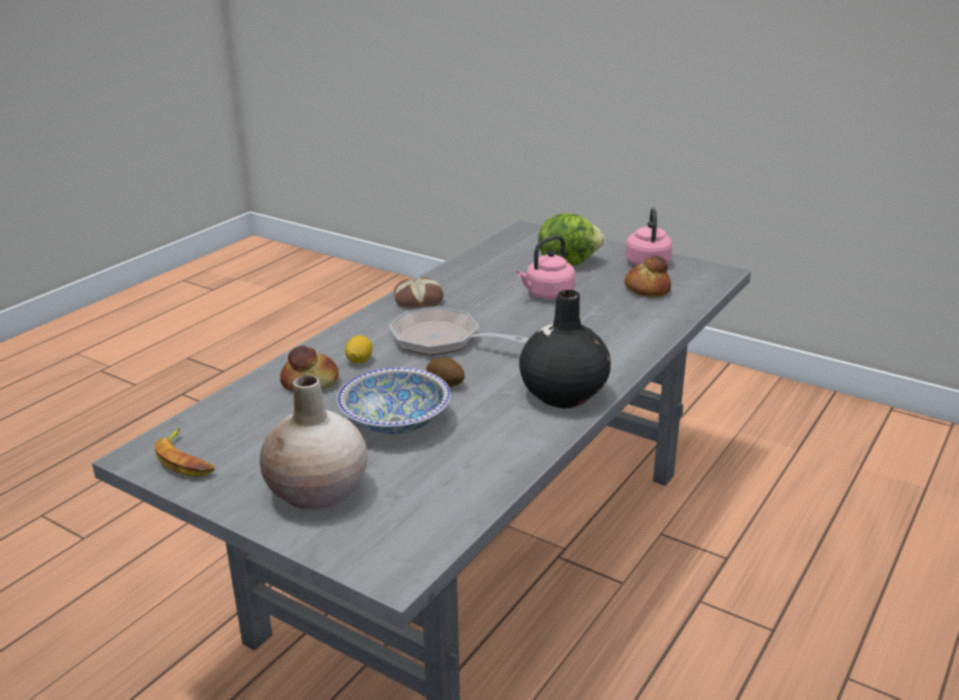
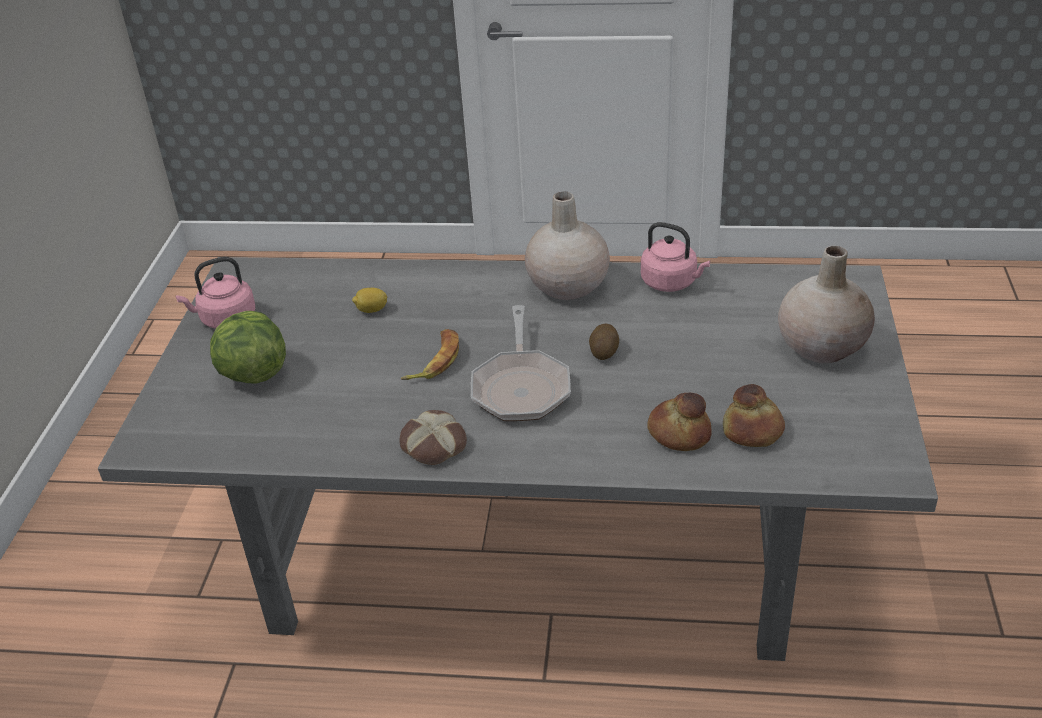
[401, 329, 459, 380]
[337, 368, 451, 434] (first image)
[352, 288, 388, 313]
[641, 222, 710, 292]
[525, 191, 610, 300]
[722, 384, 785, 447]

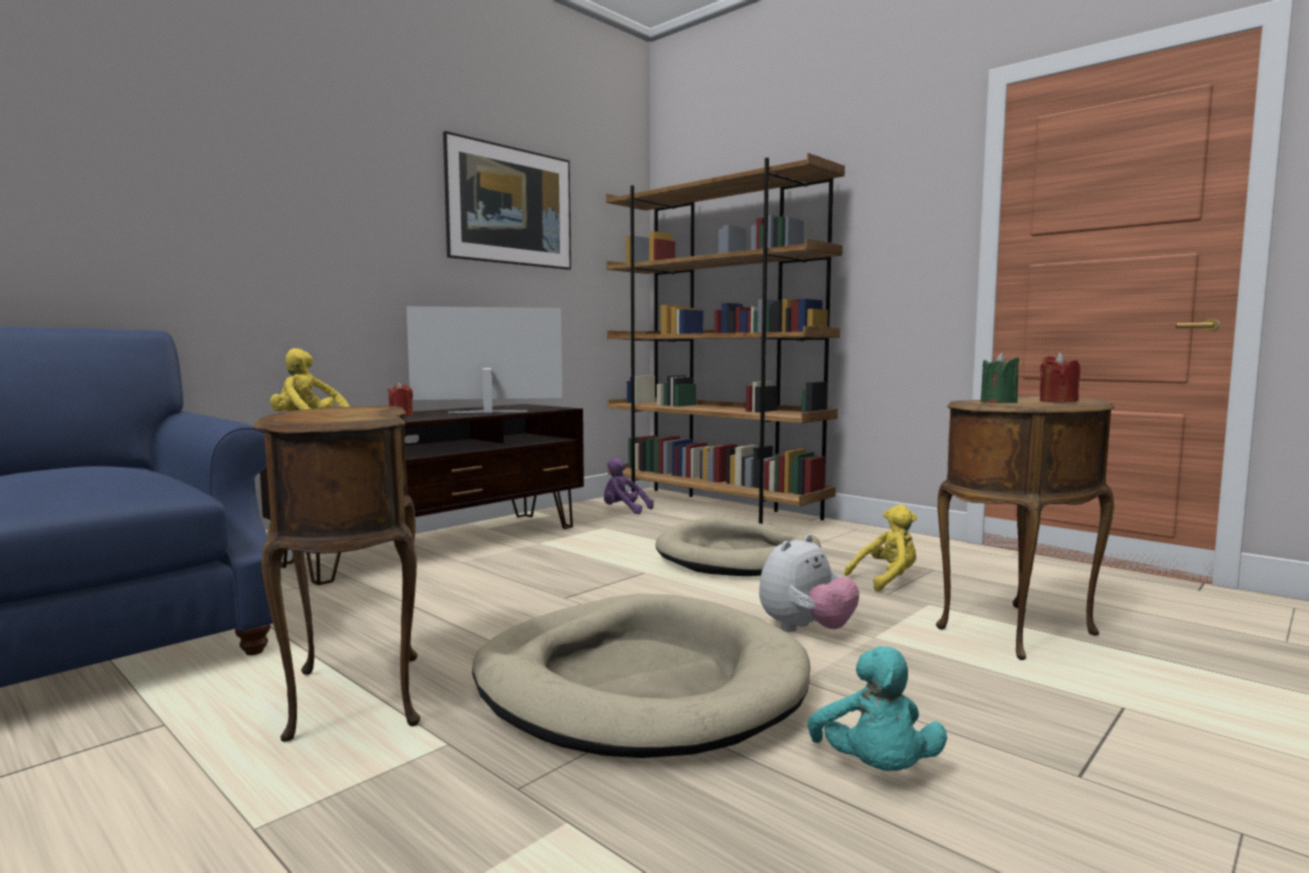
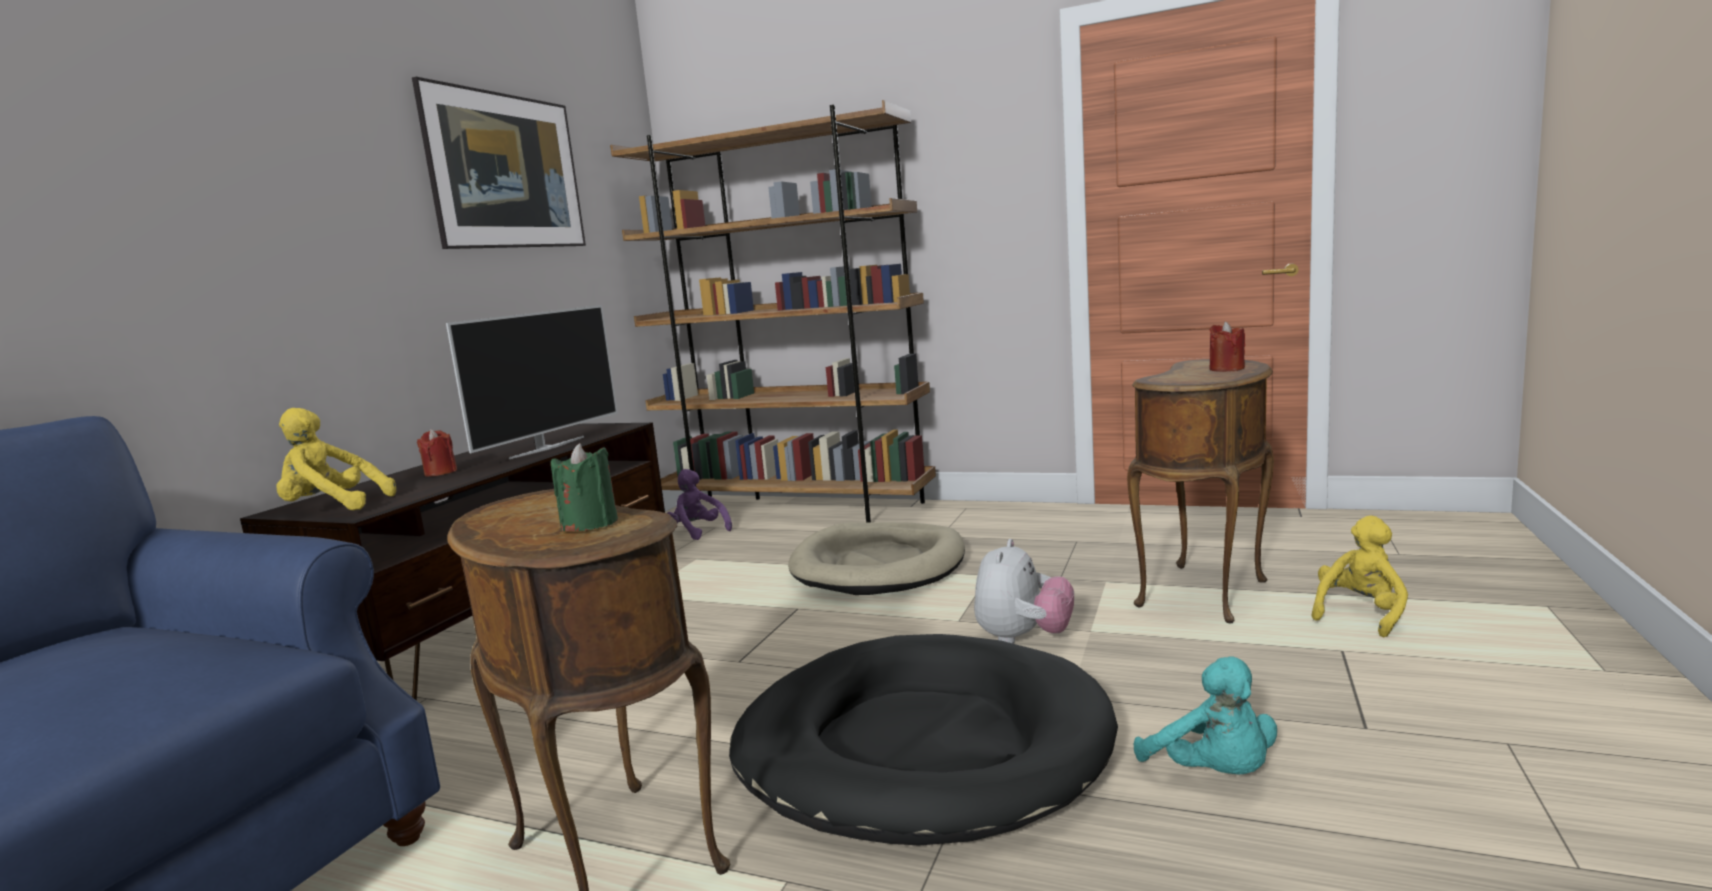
[446, 305, 617, 459]
[729, 634, 1118, 845]
[667, 469, 732, 540]
[1312, 515, 1408, 637]
[551, 443, 618, 531]

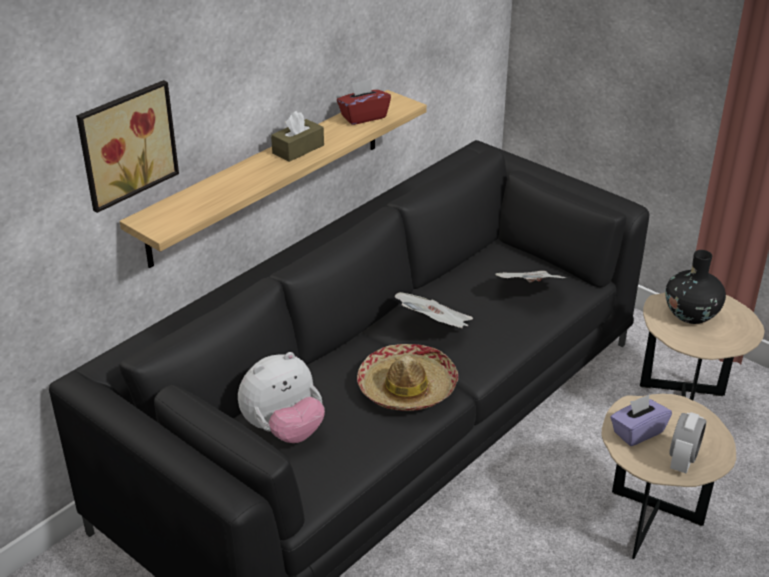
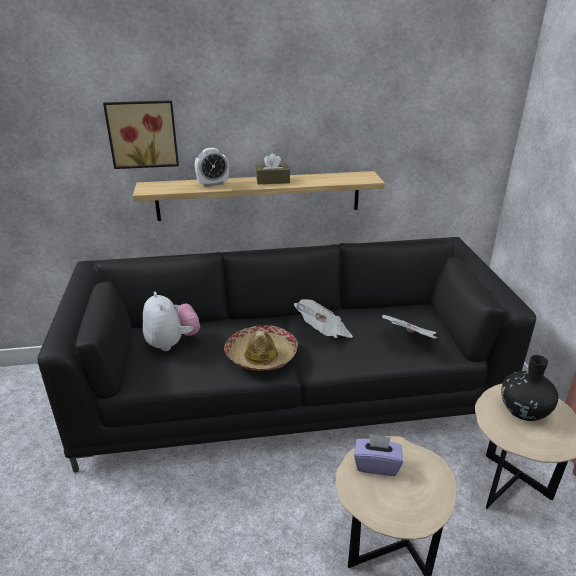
[143, 292, 200, 351]
[337, 79, 391, 125] (first image)
[195, 148, 229, 187]

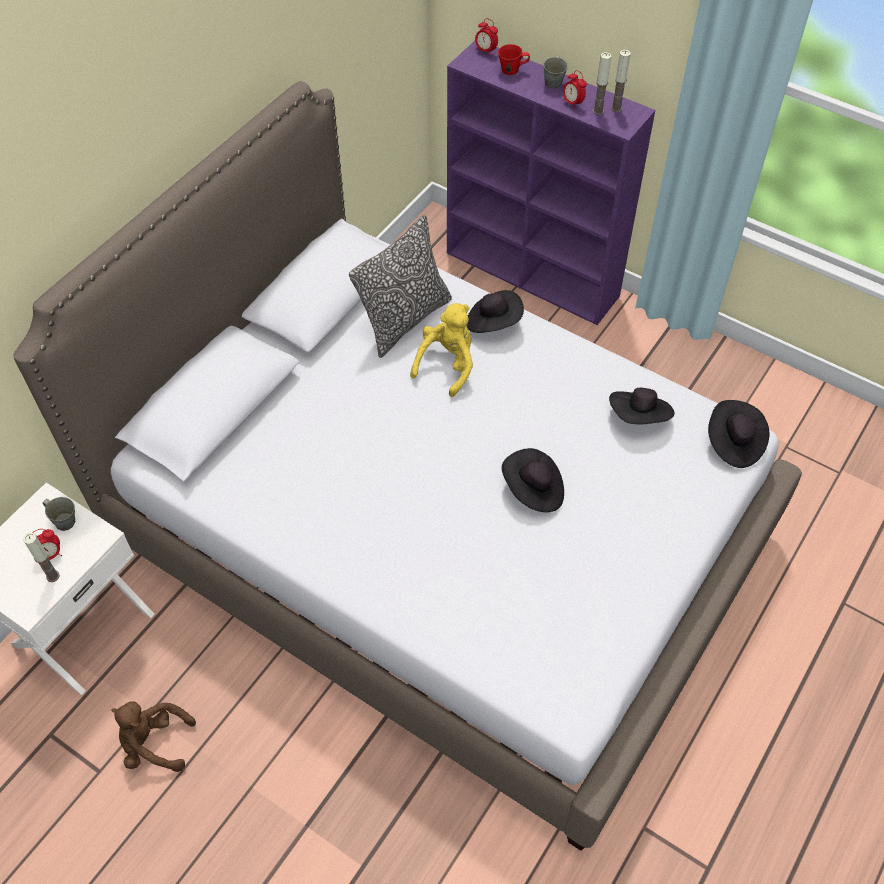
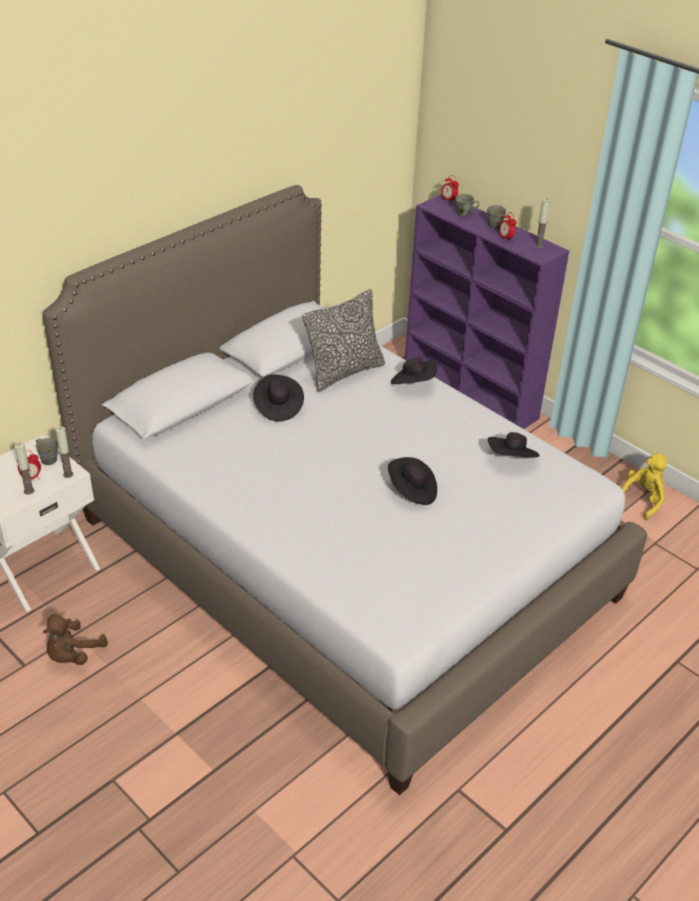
[43, 614, 108, 665]
[622, 453, 667, 520]
[455, 194, 479, 217]
[55, 427, 74, 478]
[253, 374, 304, 422]

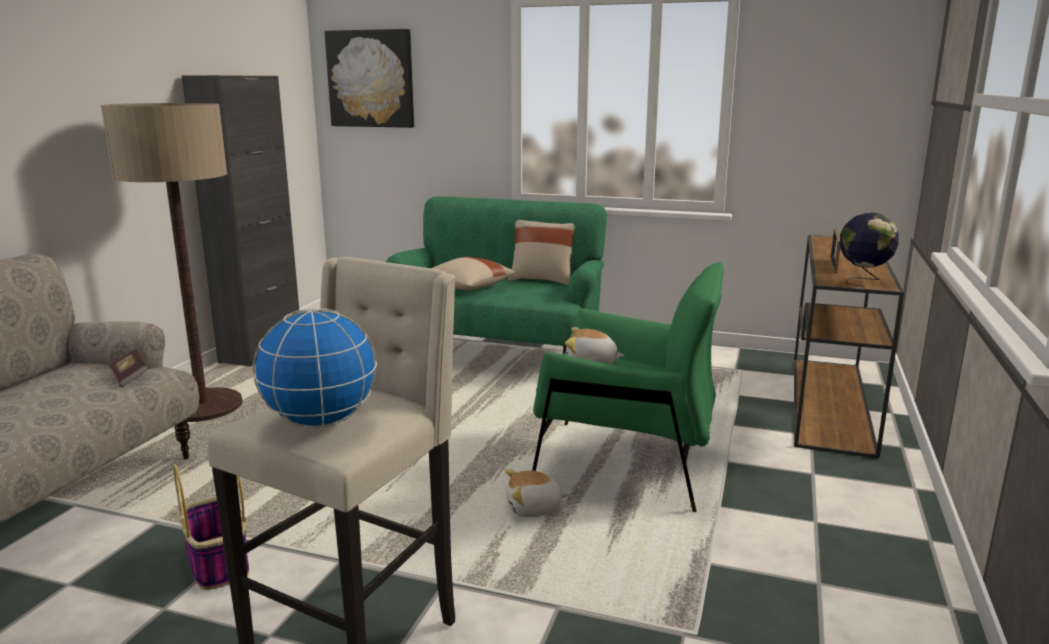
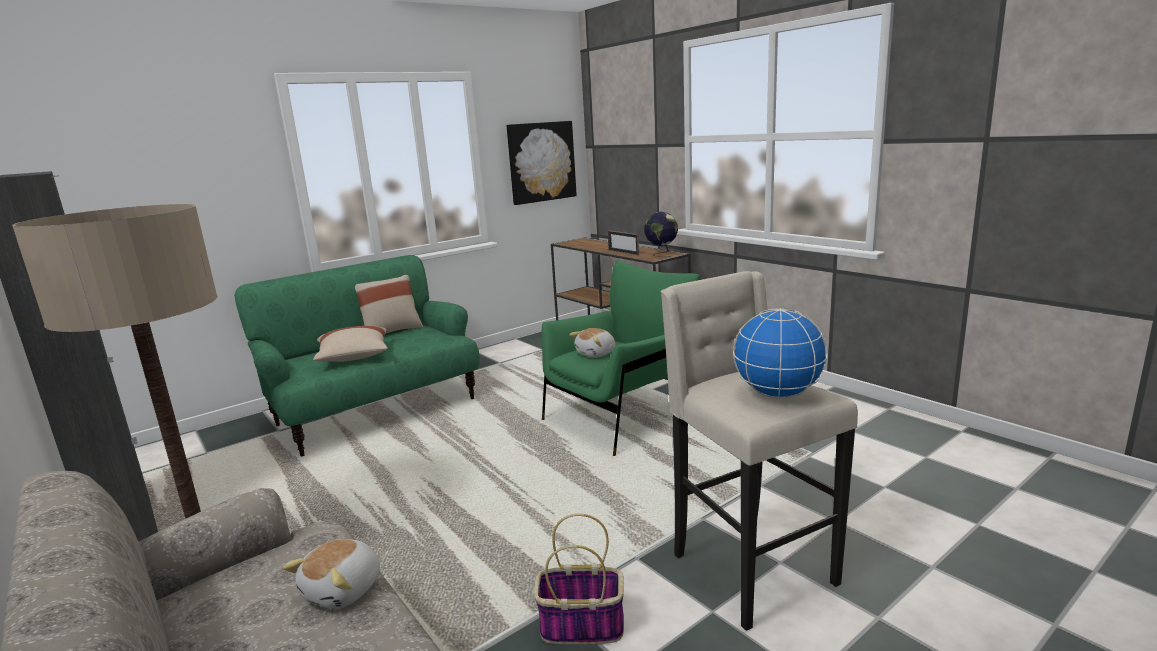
[109, 349, 149, 387] (first image)
[506, 121, 577, 205]
[283, 539, 380, 609]

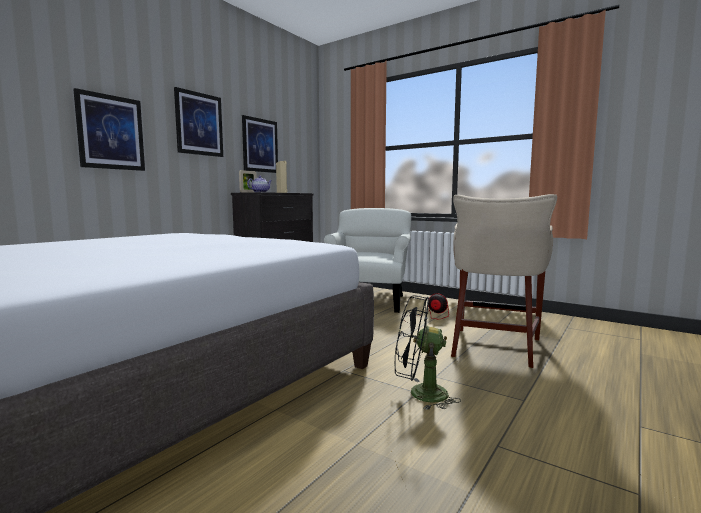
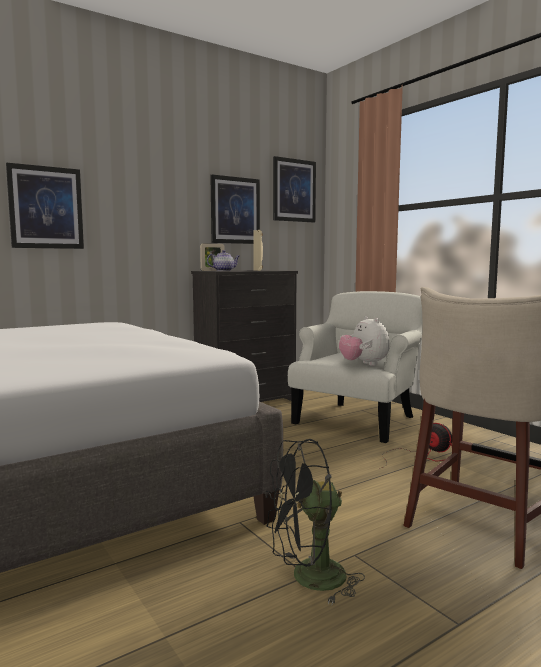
[273, 156, 316, 222]
[265, 439, 365, 604]
[339, 316, 390, 366]

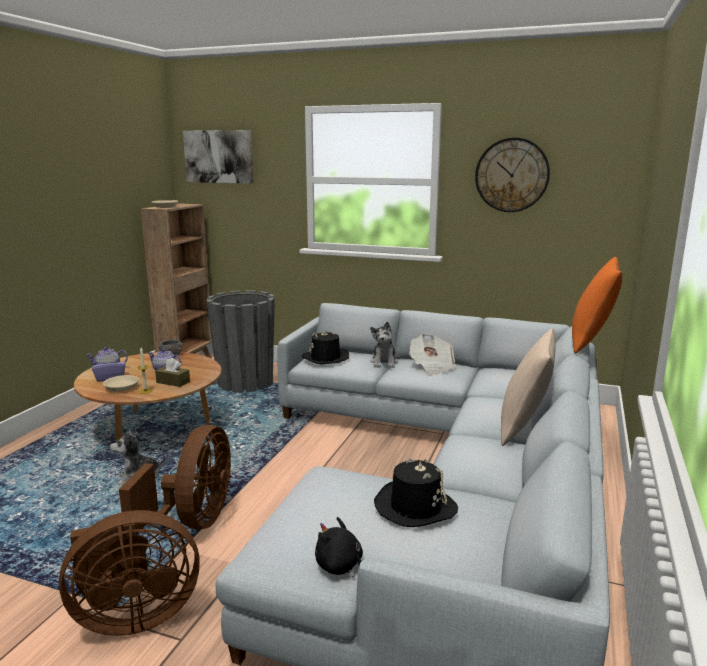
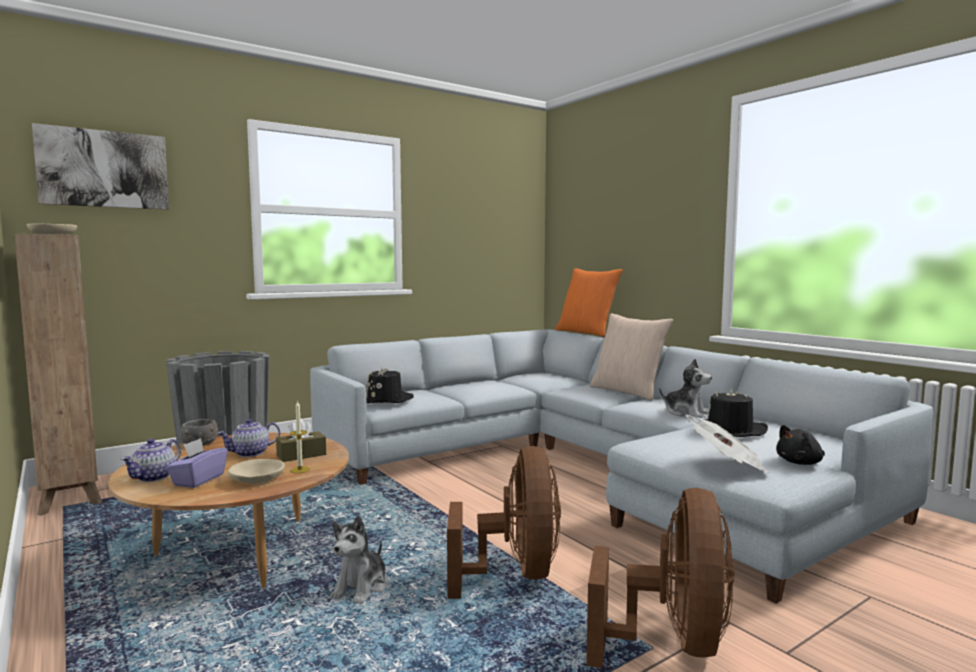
[447, 446, 561, 599]
[659, 359, 712, 418]
[686, 415, 770, 473]
[475, 137, 550, 212] (first image)

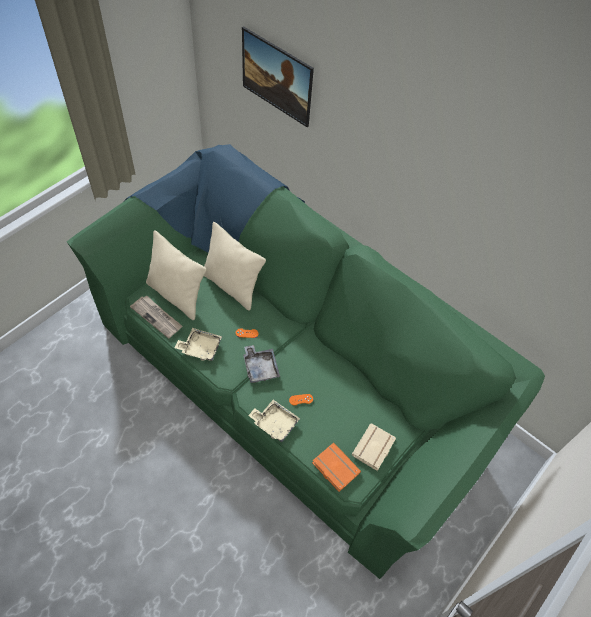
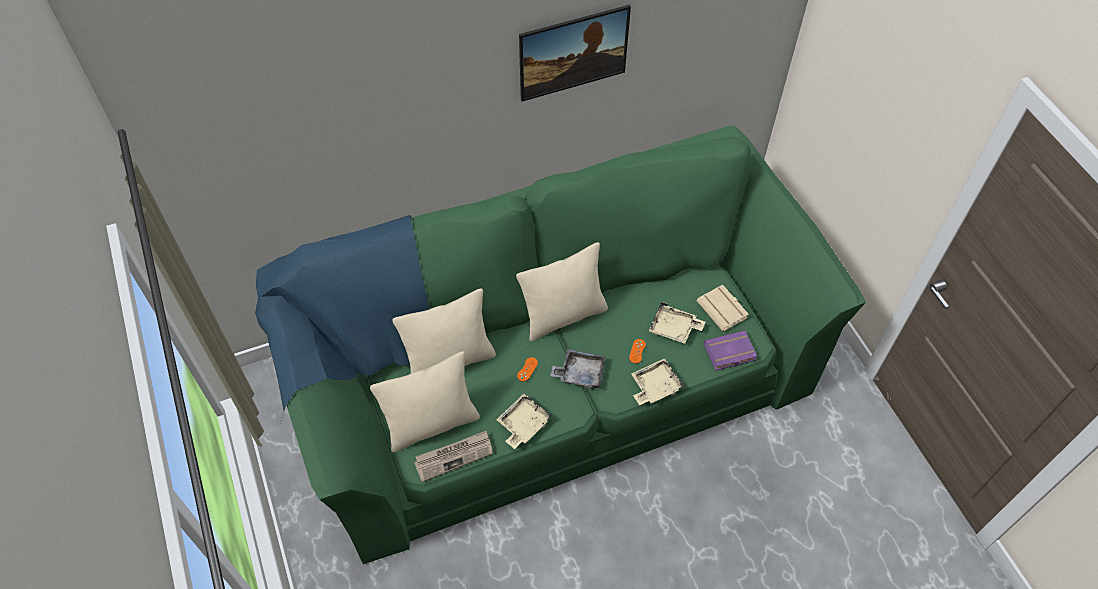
[519, 5, 631, 102]
[704, 331, 757, 371]
[516, 242, 608, 341]
[649, 302, 705, 344]

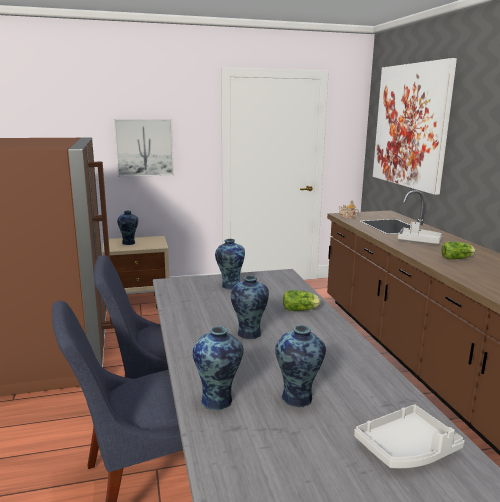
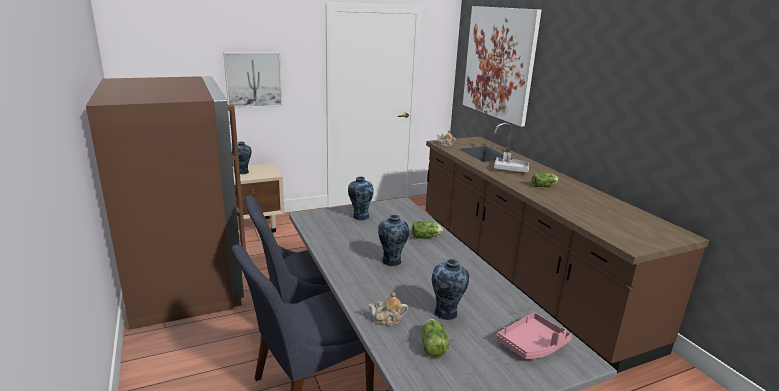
[369, 292, 408, 326]
[496, 312, 572, 359]
[422, 319, 449, 358]

